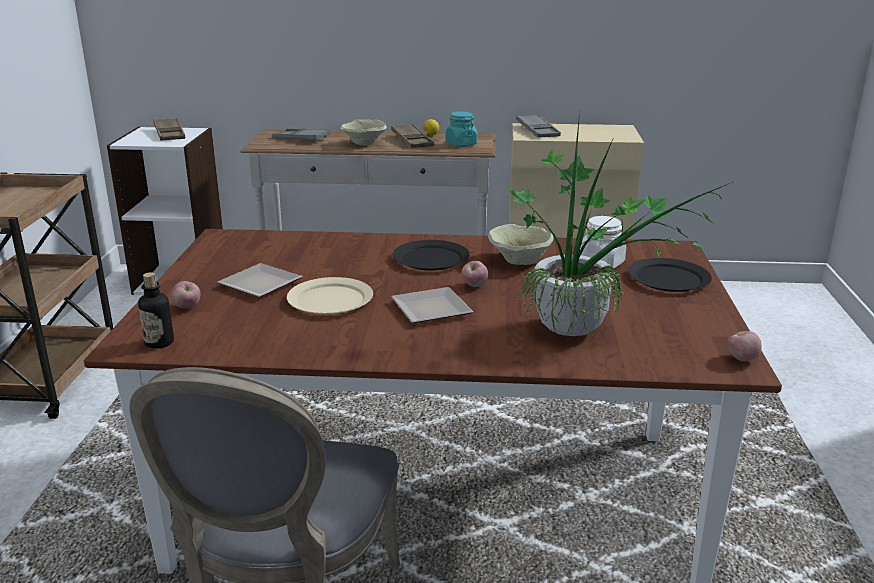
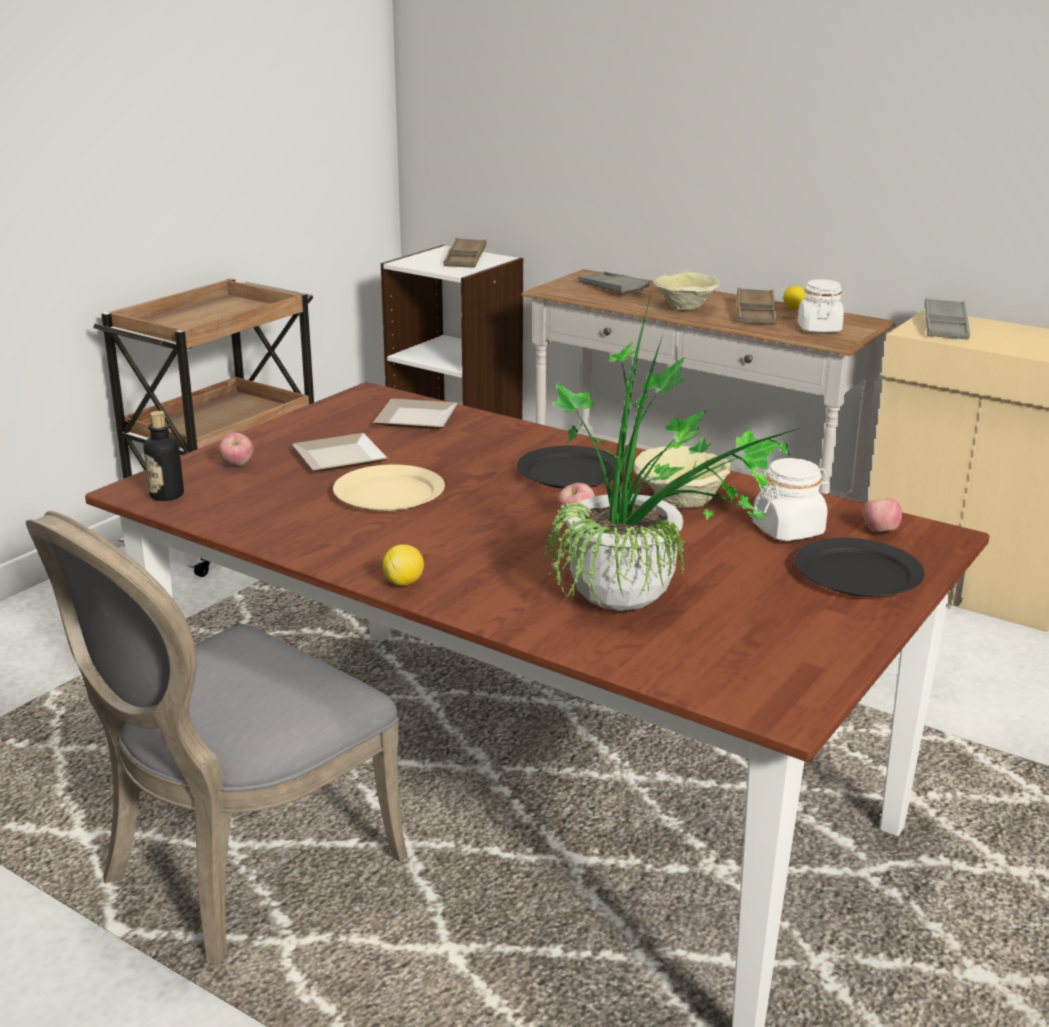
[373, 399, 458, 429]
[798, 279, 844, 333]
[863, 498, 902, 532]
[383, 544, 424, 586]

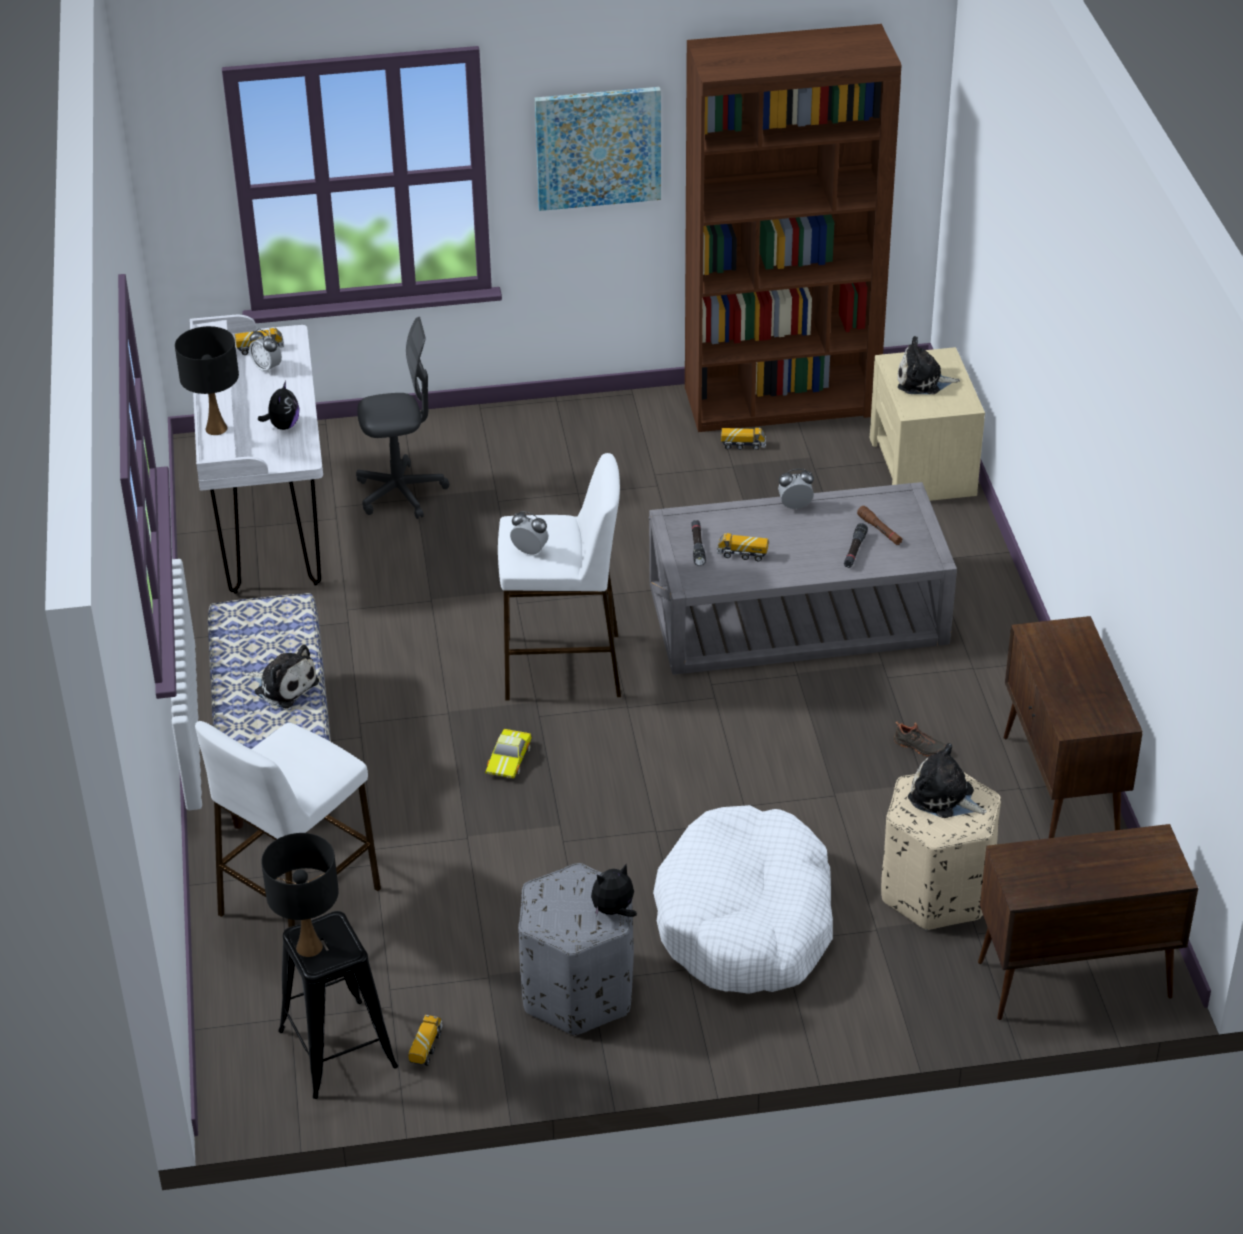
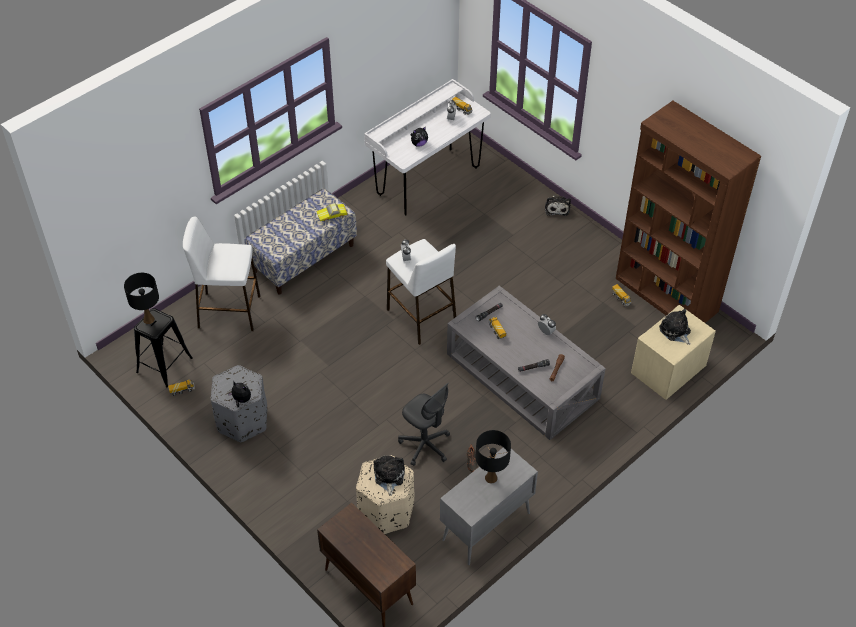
[476, 430, 511, 483]
[545, 195, 571, 216]
[398, 383, 450, 466]
[316, 203, 347, 222]
[535, 87, 661, 211] (first image)
[653, 805, 833, 994] (first image)
[440, 447, 538, 565]

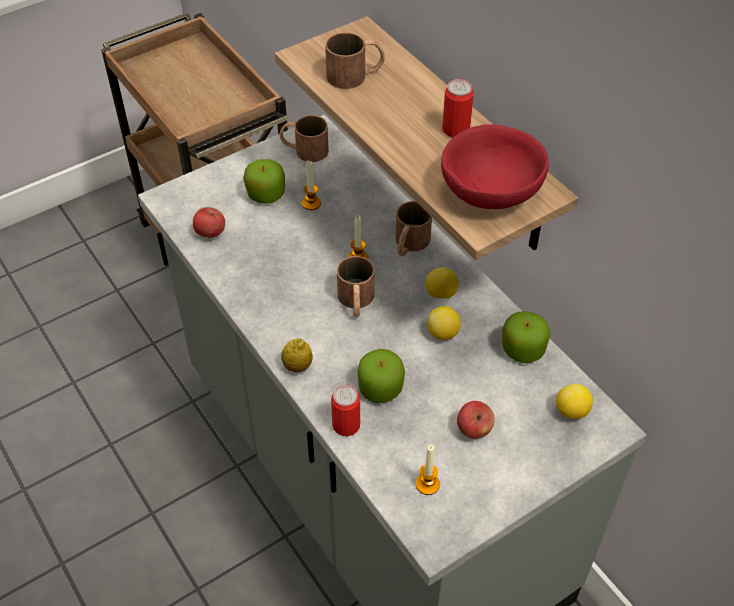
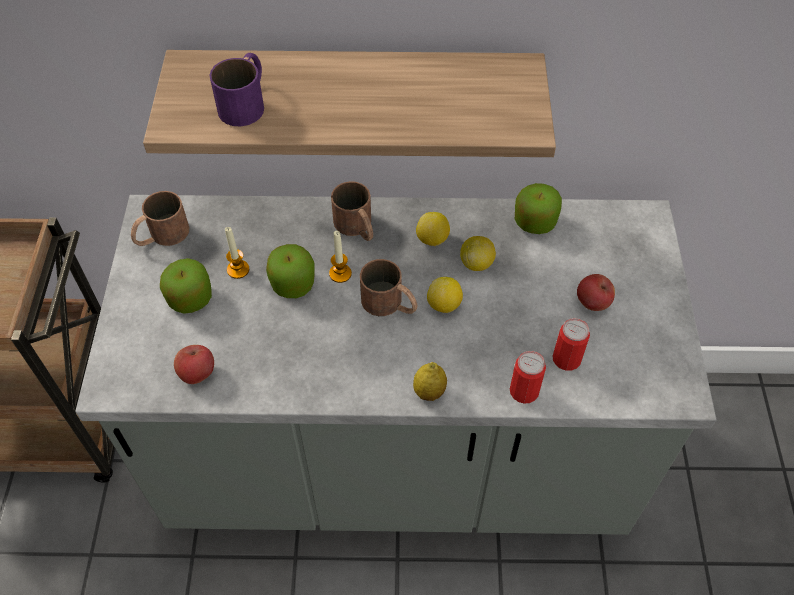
[209, 53, 264, 126]
[266, 244, 315, 298]
[416, 445, 440, 495] (first image)
[441, 124, 549, 209] (first image)
[553, 318, 590, 371]
[427, 277, 463, 313]

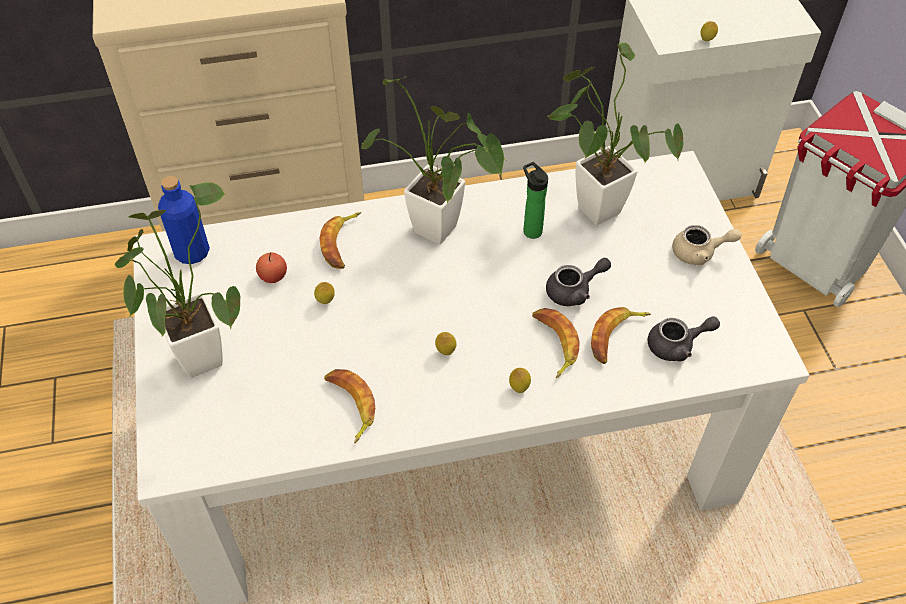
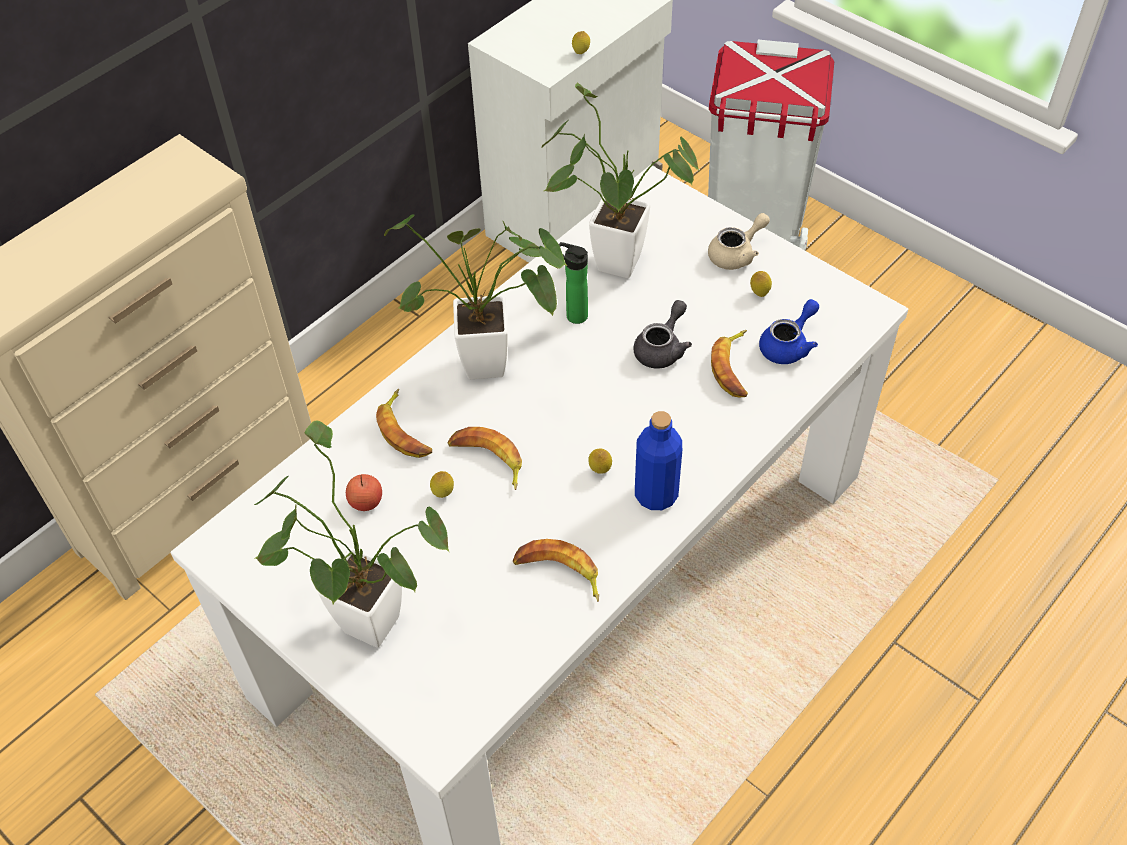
[635, 411, 682, 510]
[750, 271, 772, 297]
[447, 427, 522, 490]
[759, 299, 819, 364]

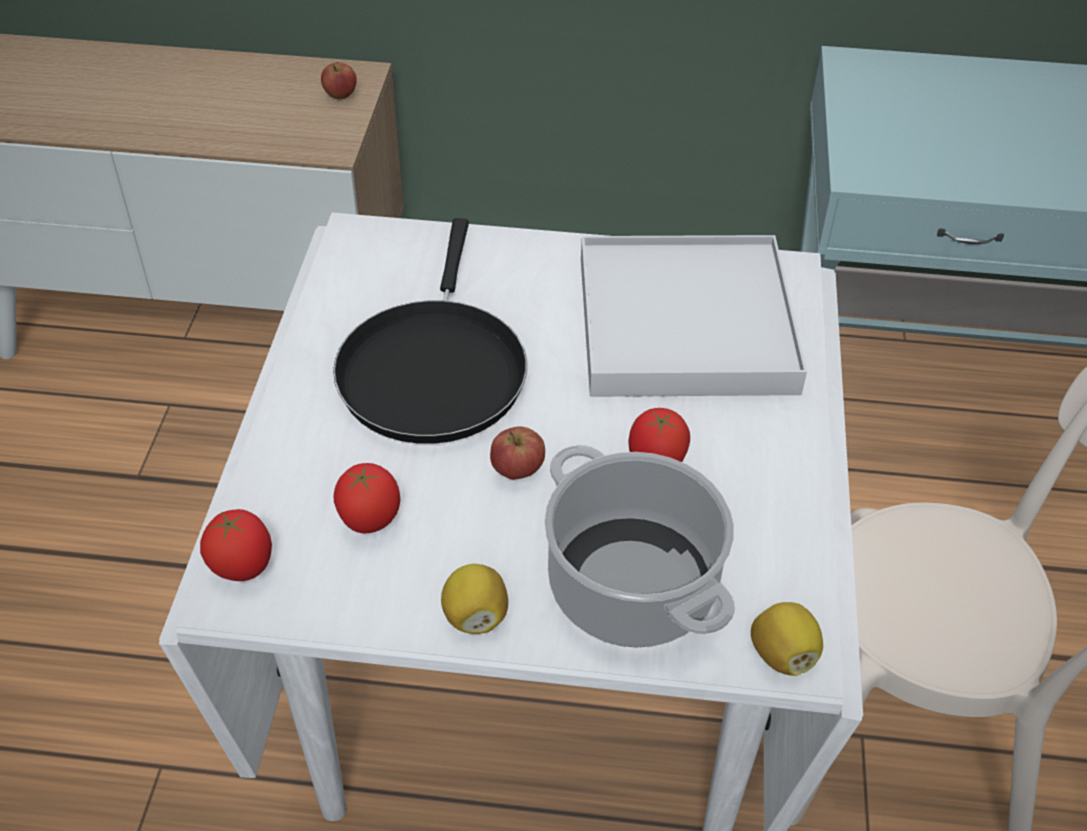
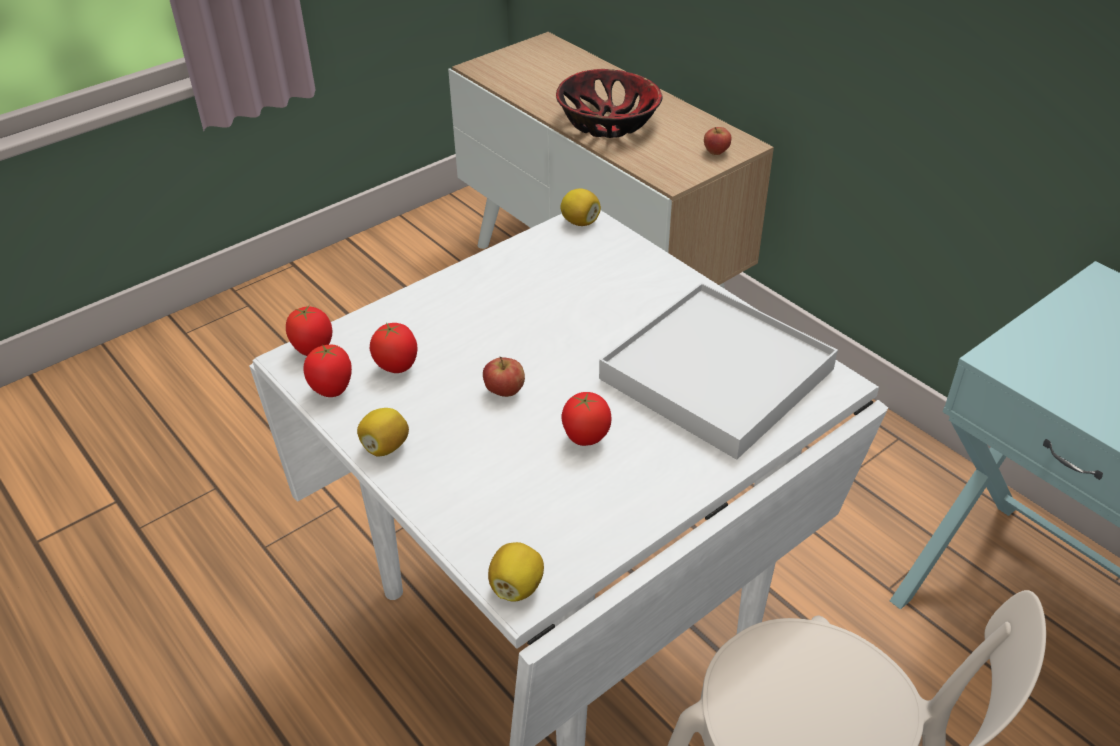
[333, 218, 527, 444] (first image)
[544, 445, 735, 647] (first image)
[303, 344, 352, 397]
[556, 69, 663, 138]
[560, 188, 601, 226]

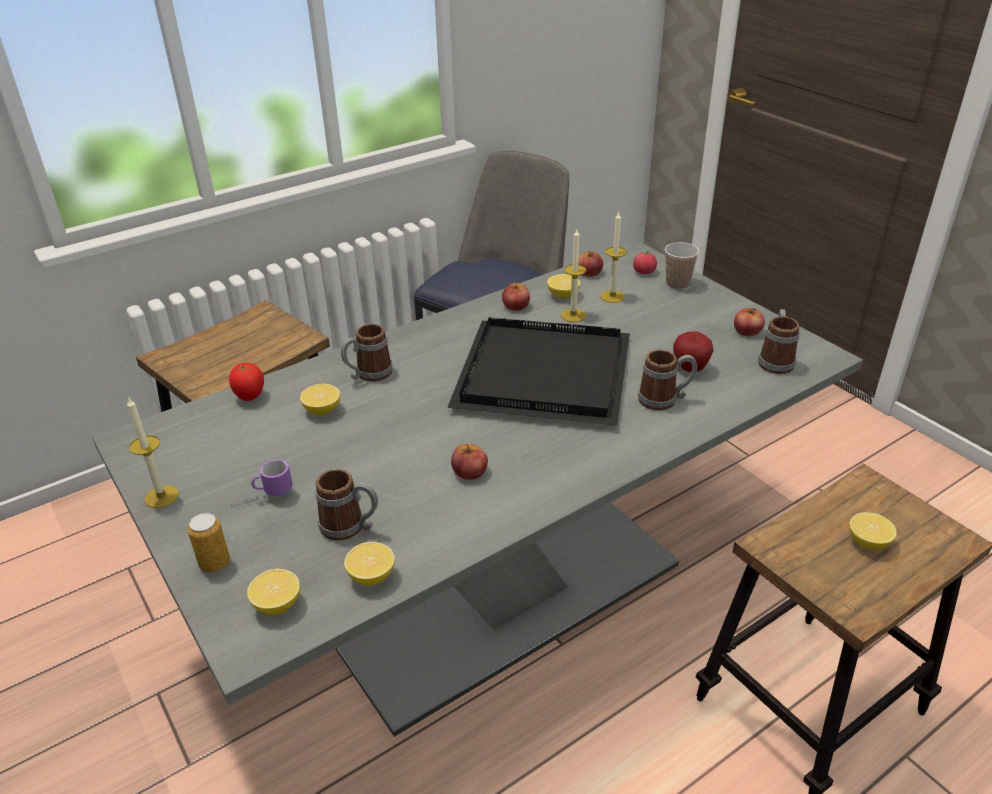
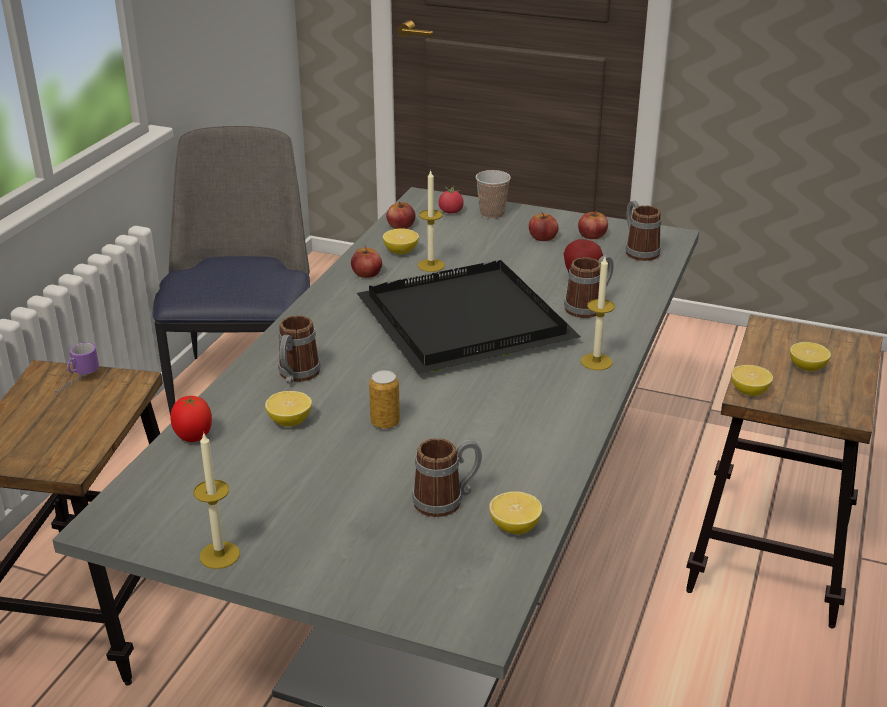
[369, 370, 400, 429]
[54, 342, 99, 393]
[731, 365, 773, 396]
[529, 211, 559, 241]
[581, 257, 615, 370]

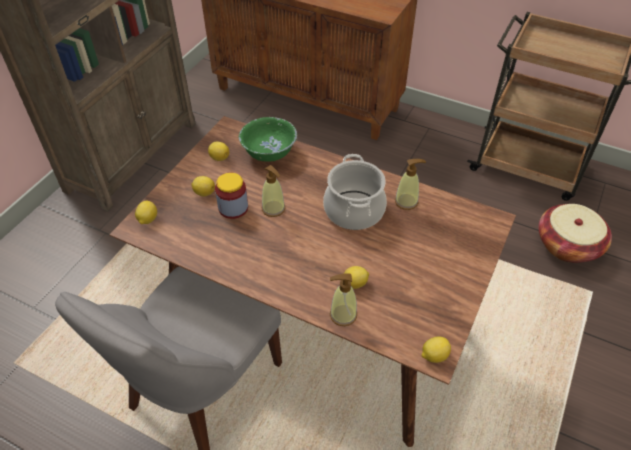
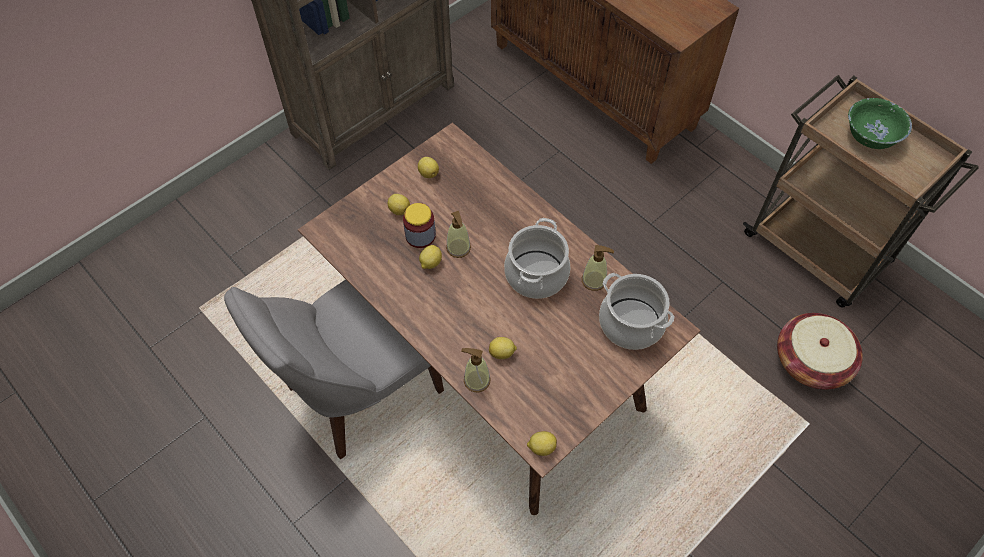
[419, 245, 442, 269]
[848, 98, 912, 149]
[599, 273, 675, 350]

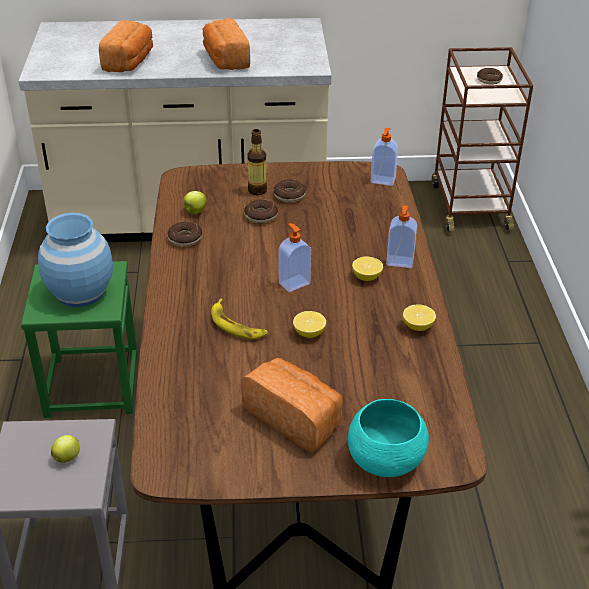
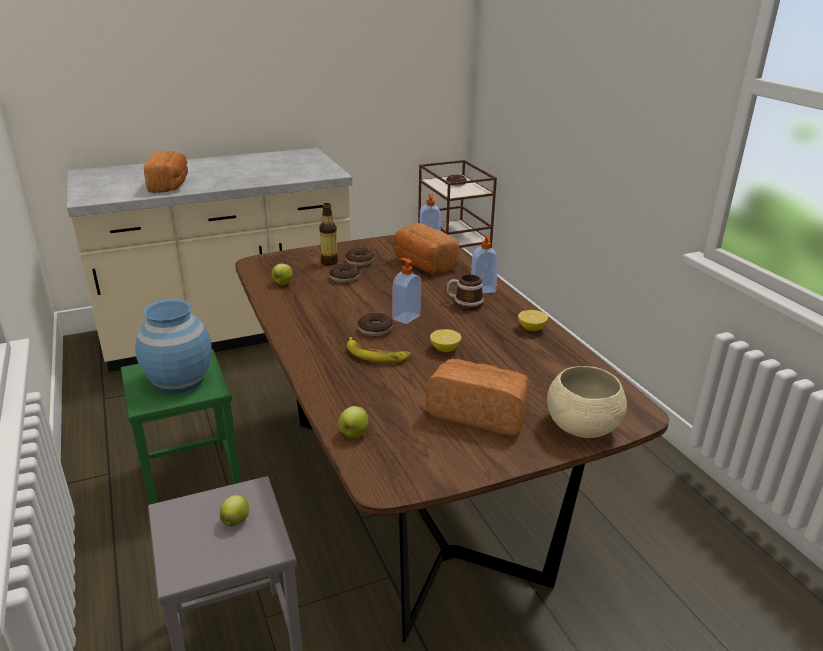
[358, 313, 393, 336]
[394, 223, 459, 273]
[547, 366, 627, 438]
[447, 274, 484, 310]
[339, 406, 369, 438]

